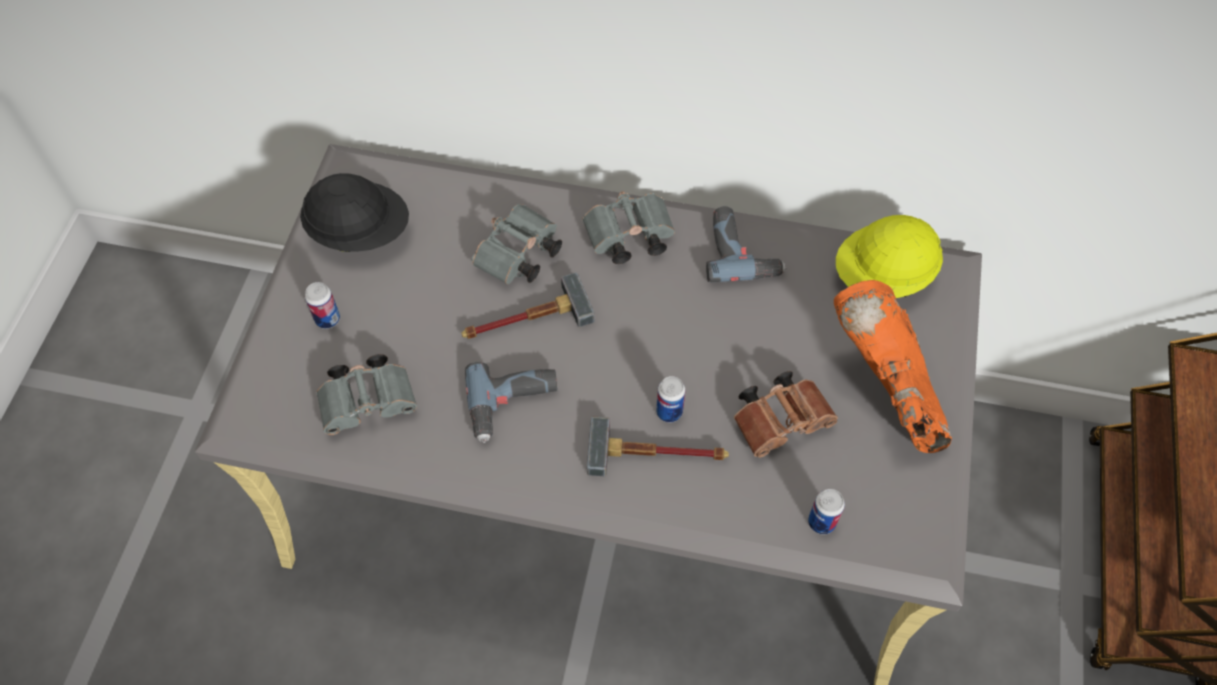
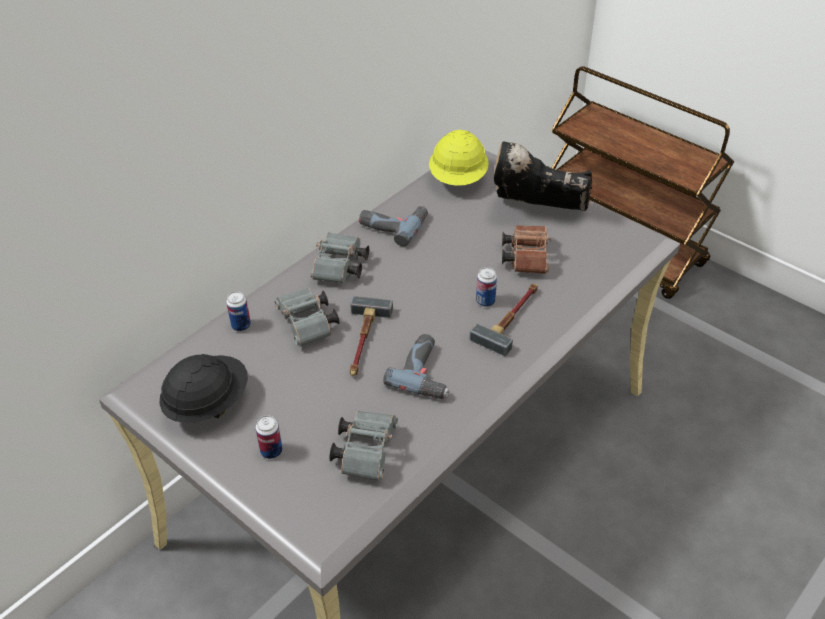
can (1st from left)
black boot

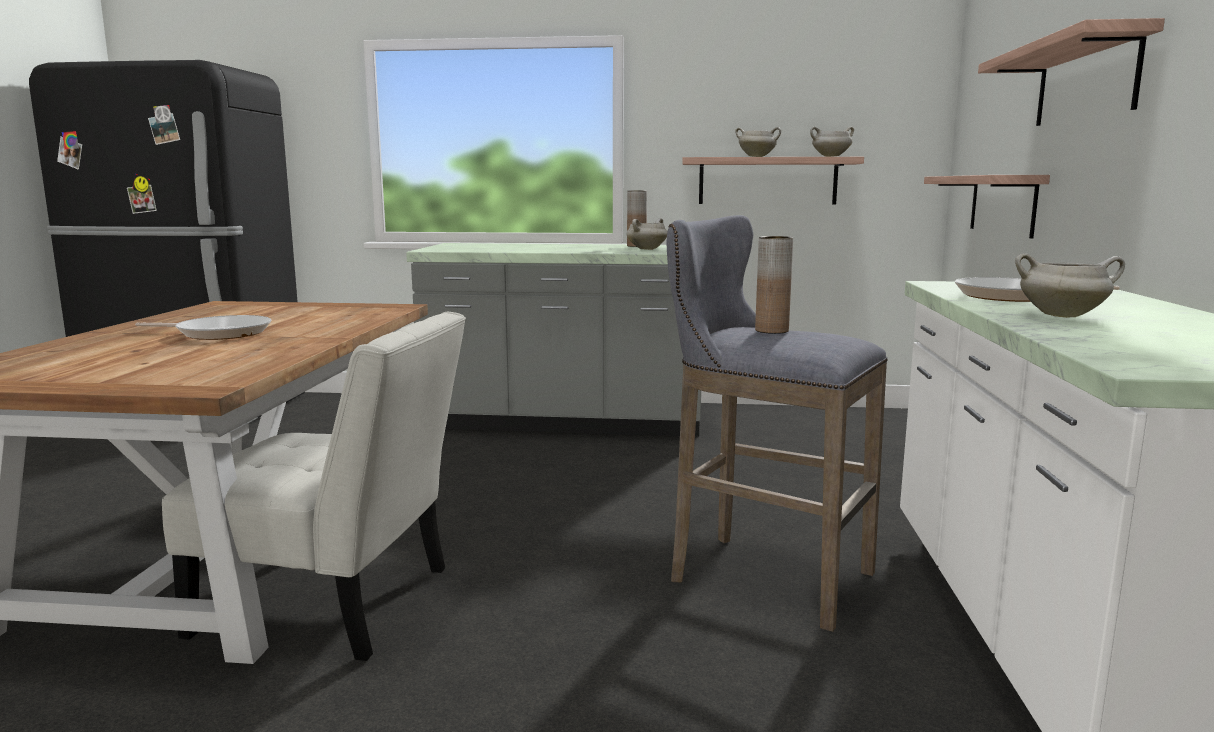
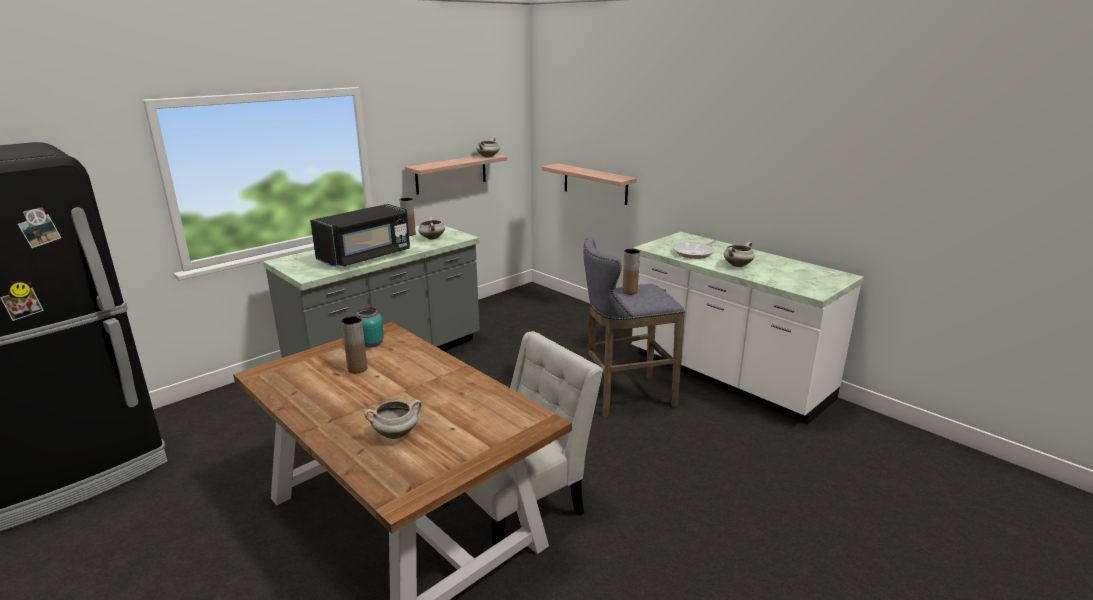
frying pan (1st from left in the first image)
shelf (3rd from left in the first image)
black microwave
brown vase (1st from left)
turquoise jar
white cooking pot (1st from left)

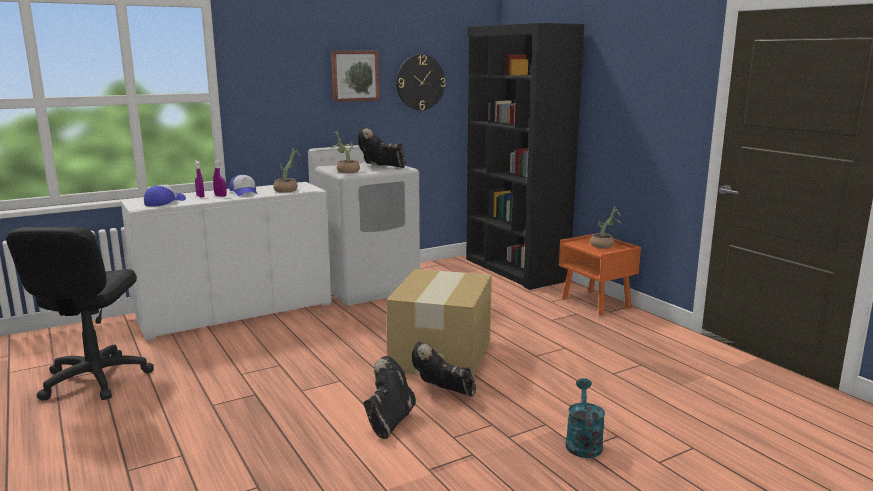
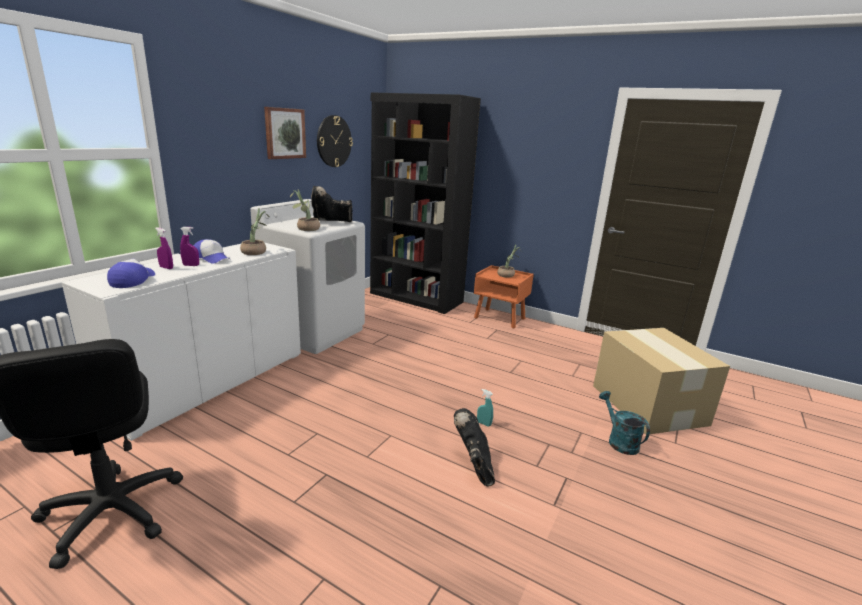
cardboard box
turquoise spray bottle

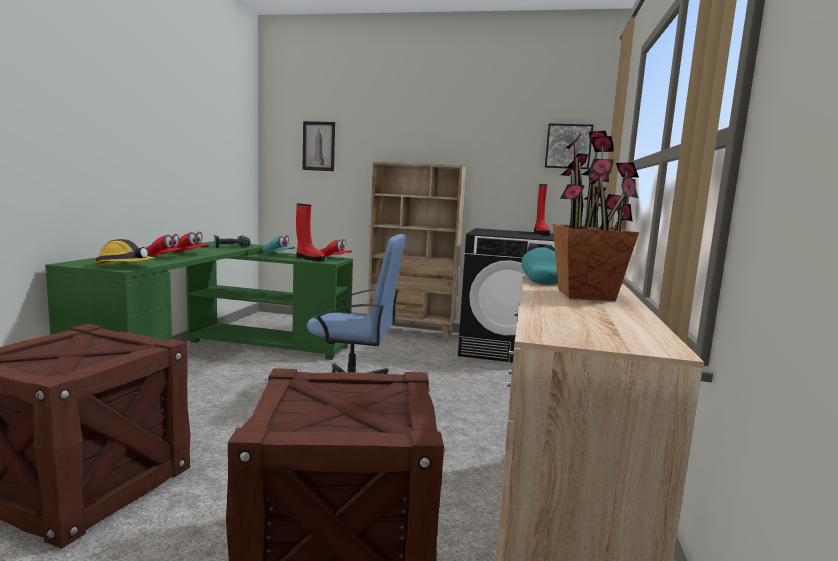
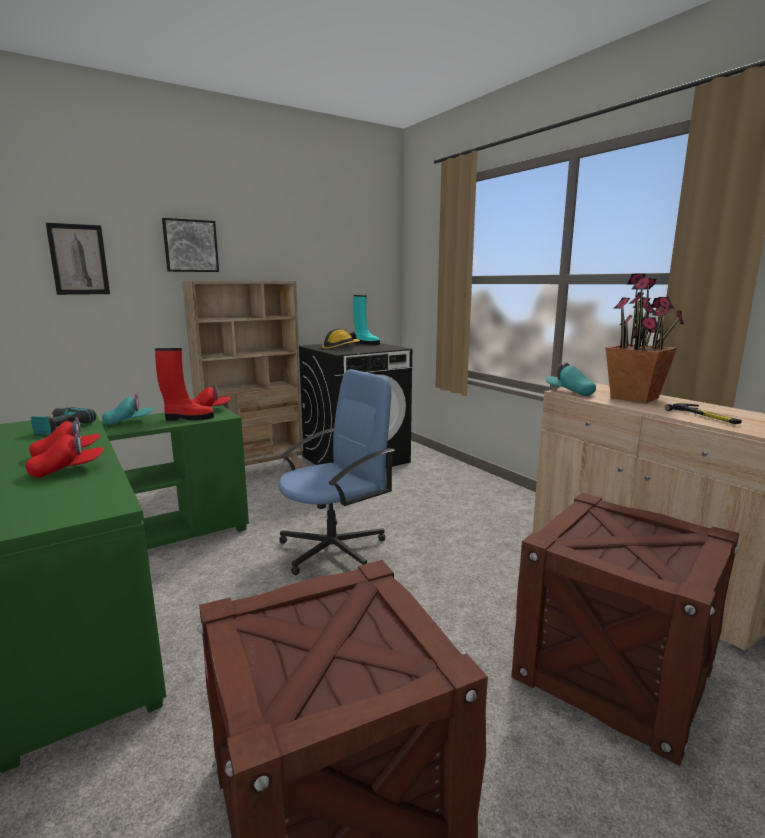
hammer
hard hat
picture (2nd from left)
turquoise boot

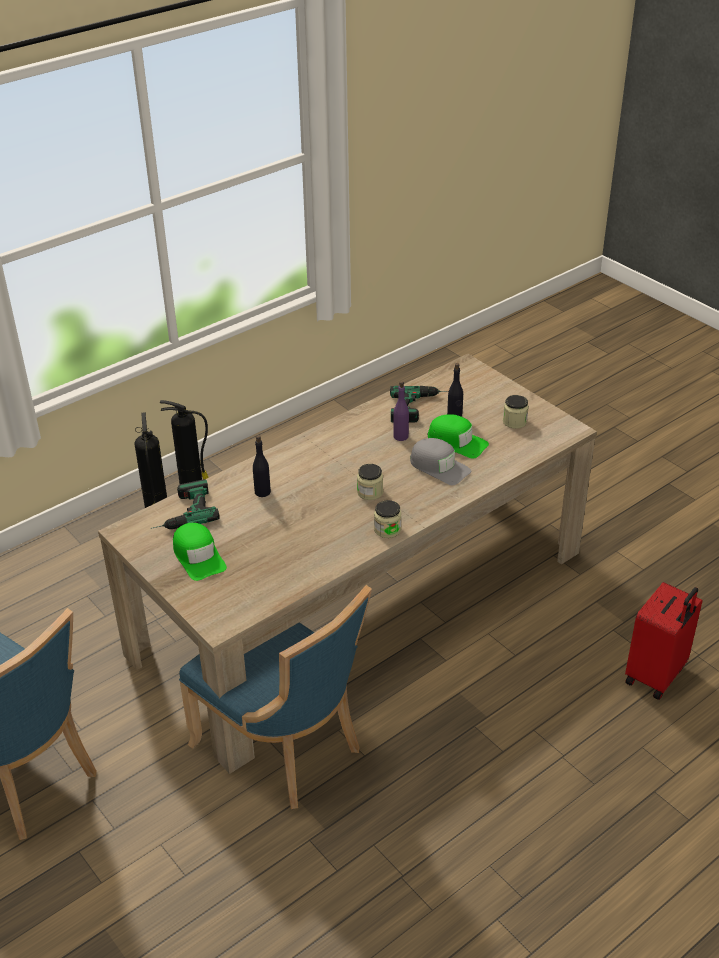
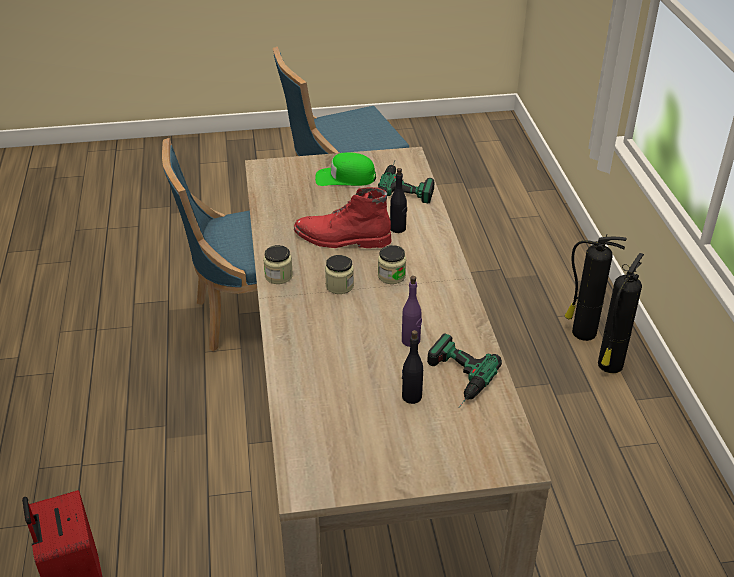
grey cap
green cap (2nd from left in the first image)
red boot
jar (3rd from left)

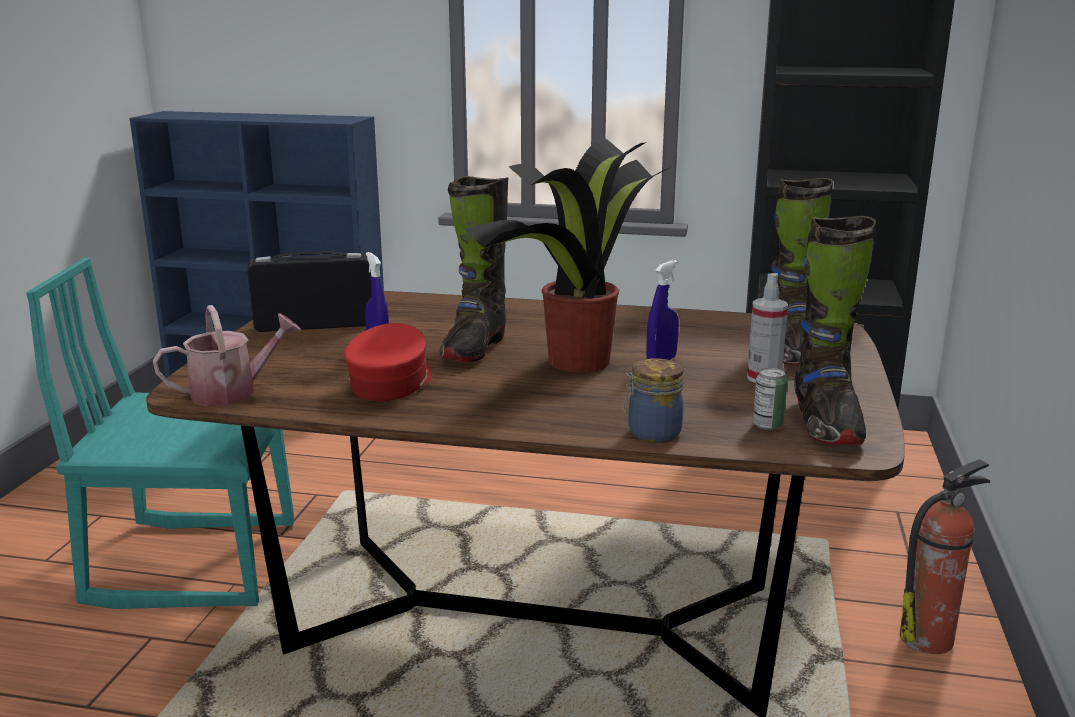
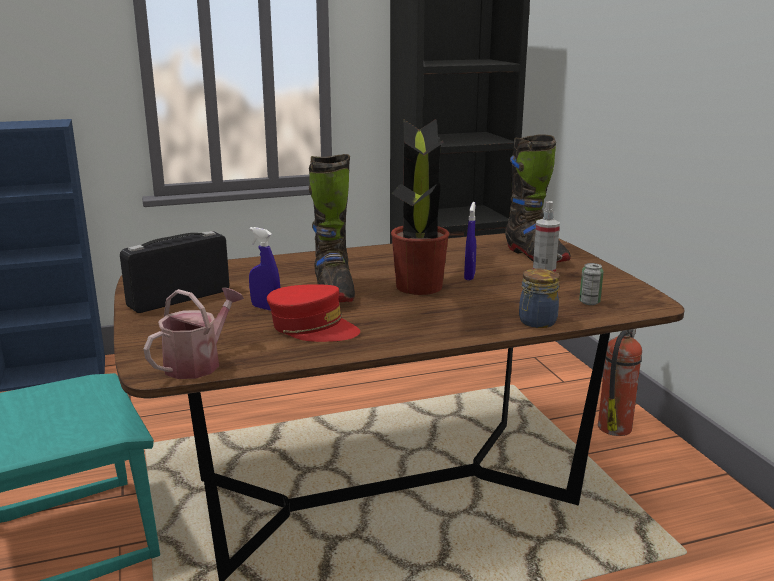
black boot (3rd from left in the first image)
red cap

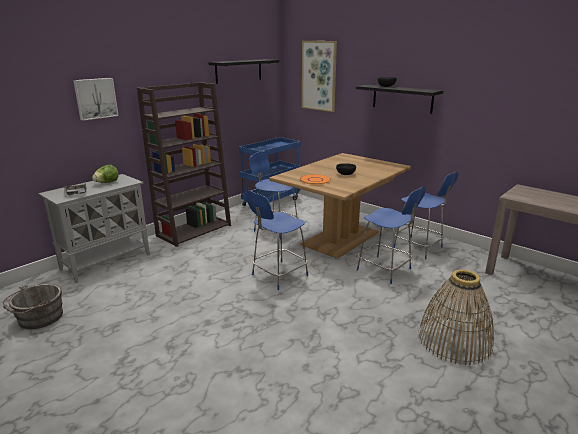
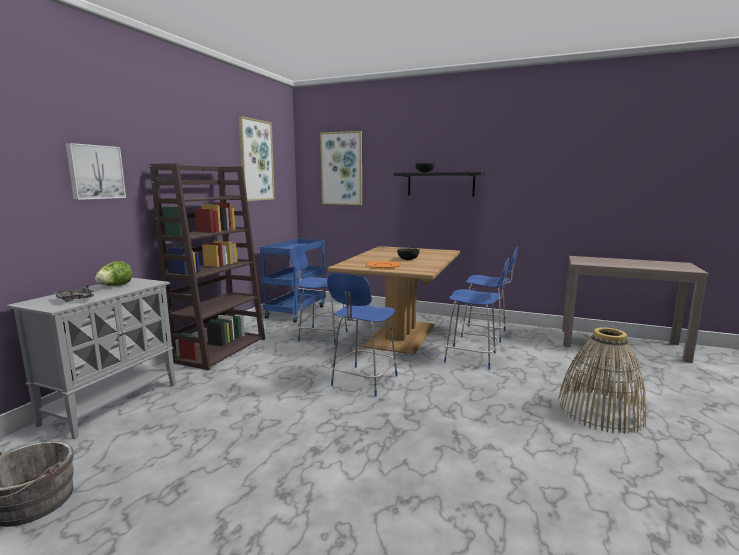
picture (2nd from left)

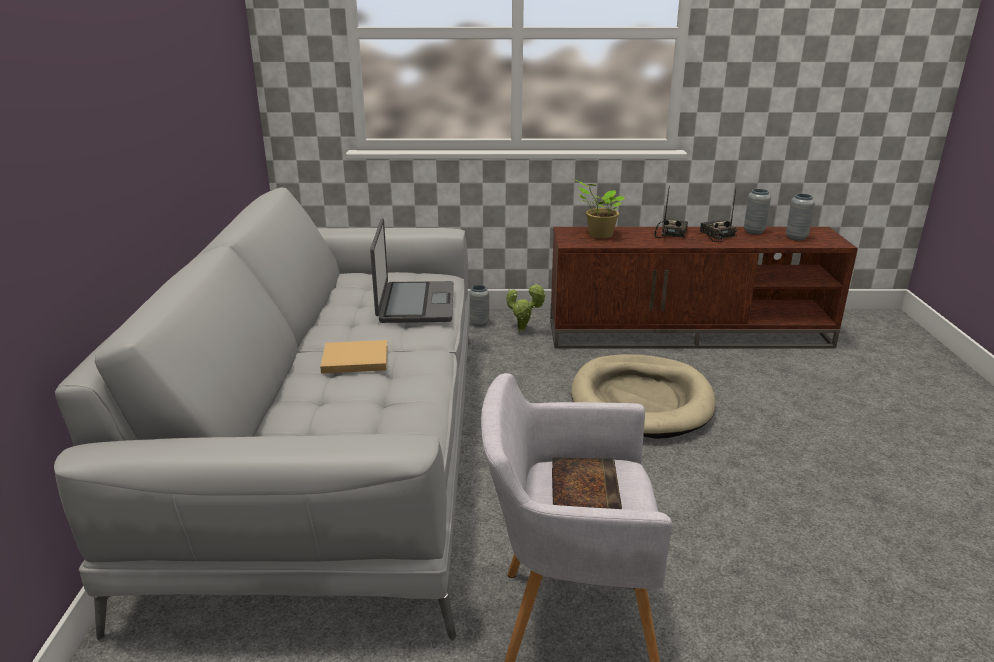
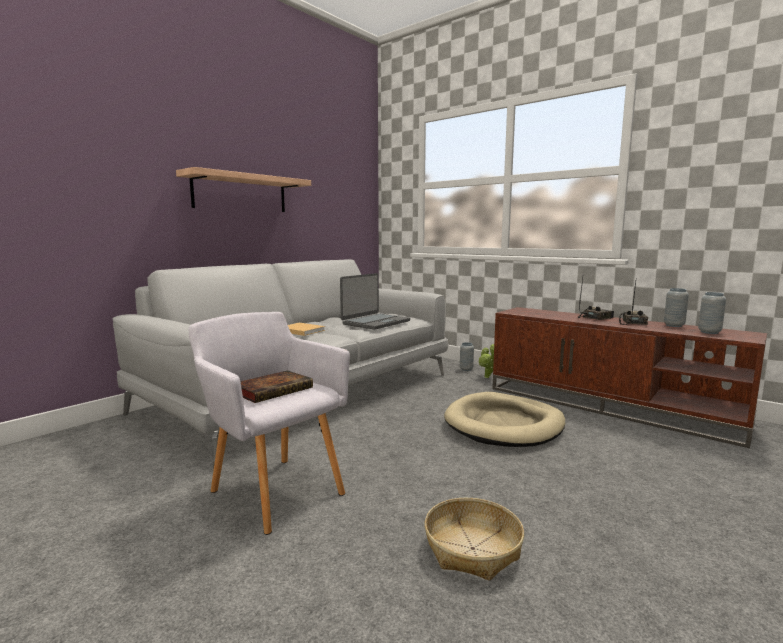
potted plant (2nd from left in the first image)
shelf
basket

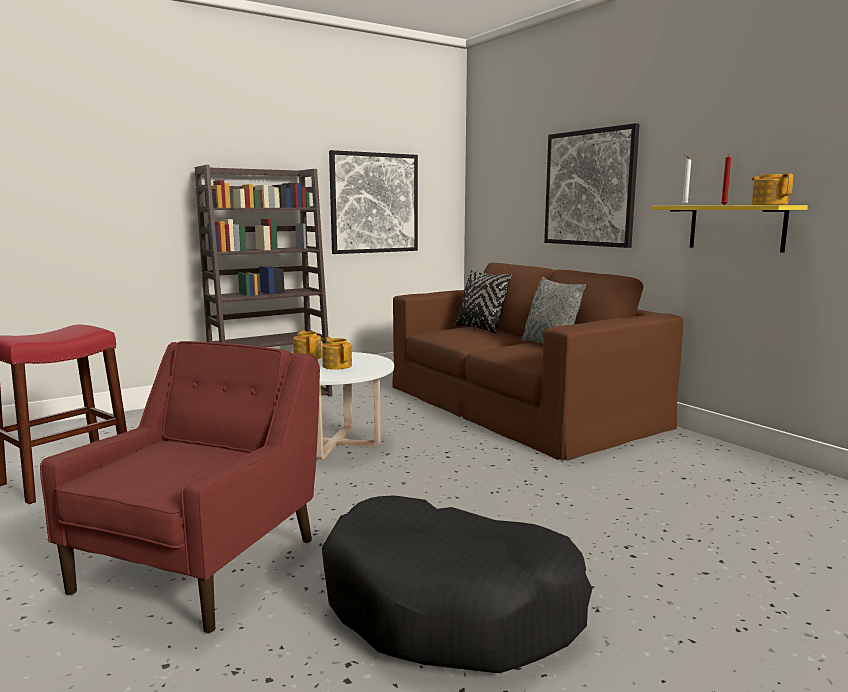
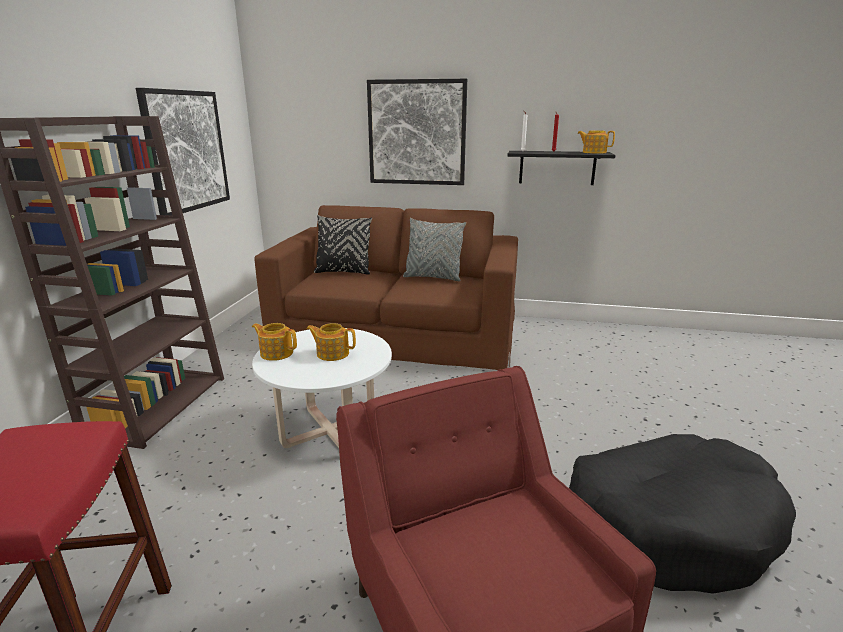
black shelf

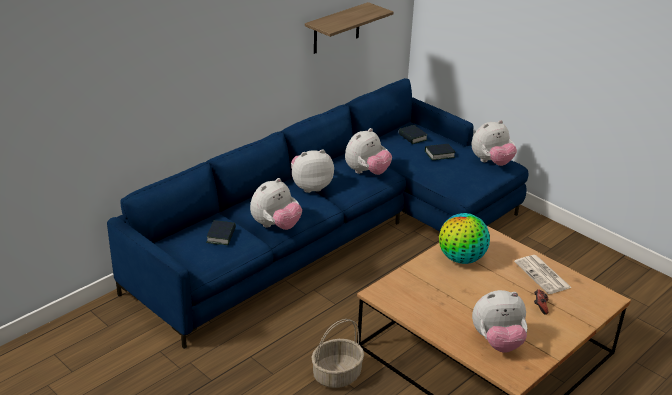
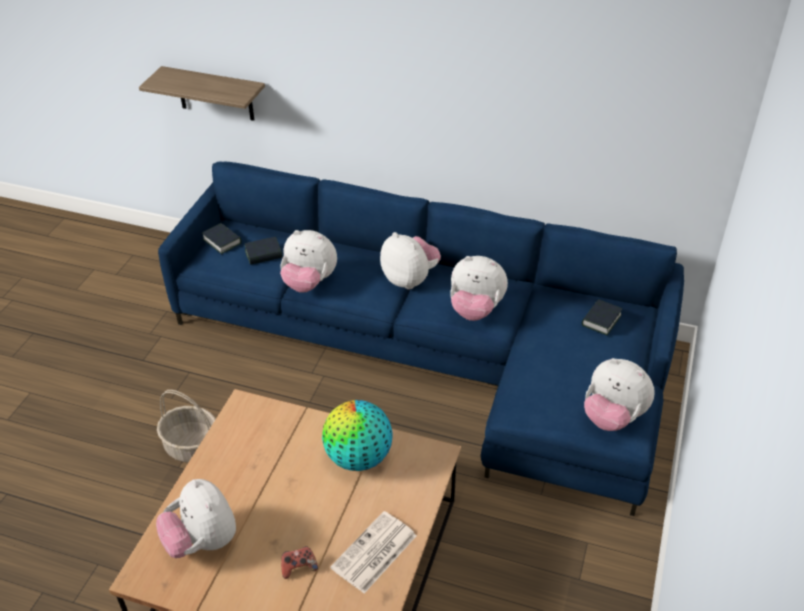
shelf
book (1st from left)

